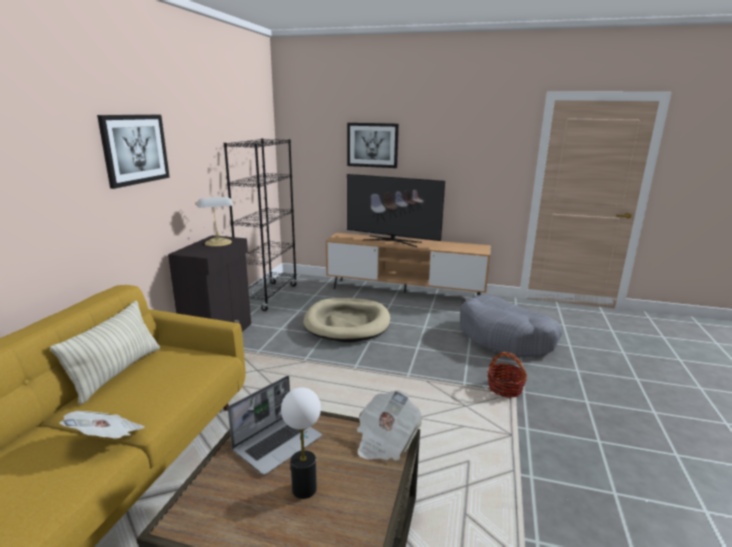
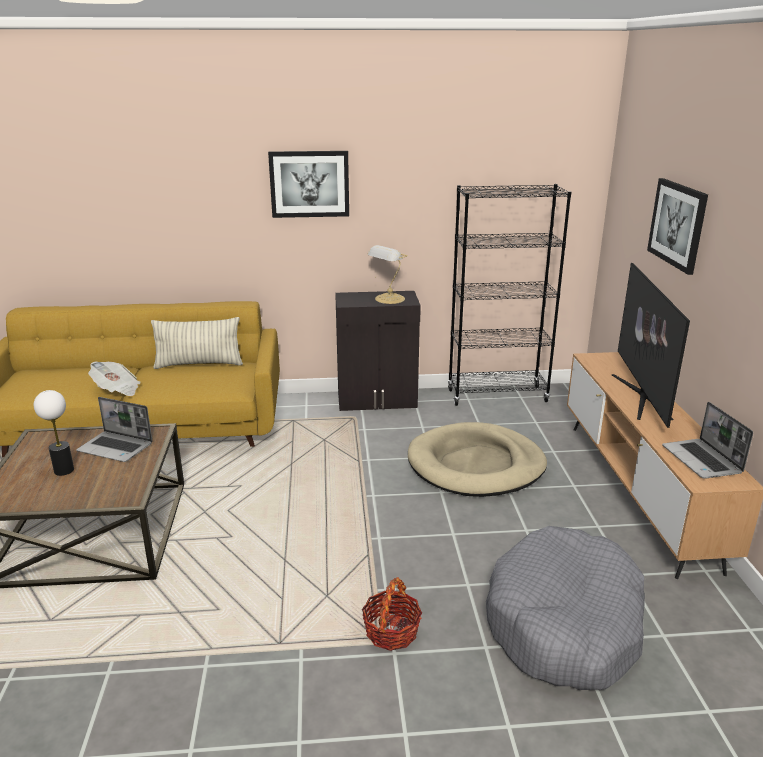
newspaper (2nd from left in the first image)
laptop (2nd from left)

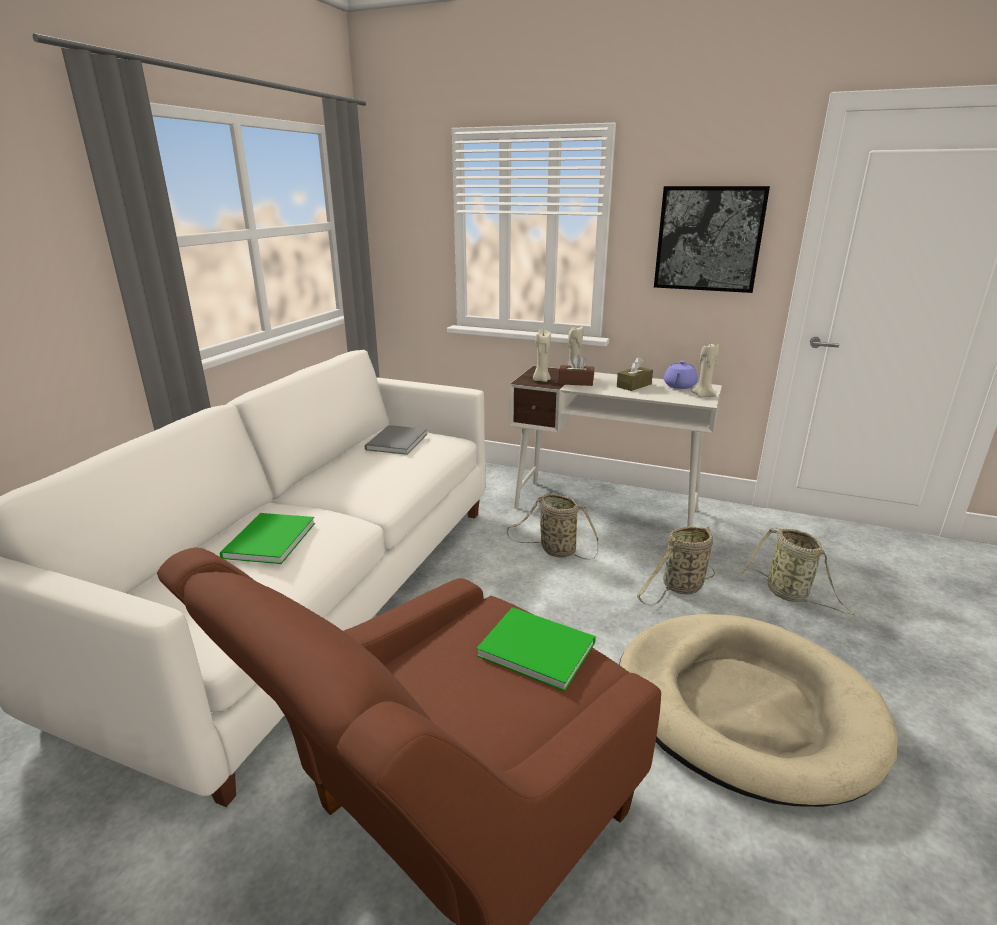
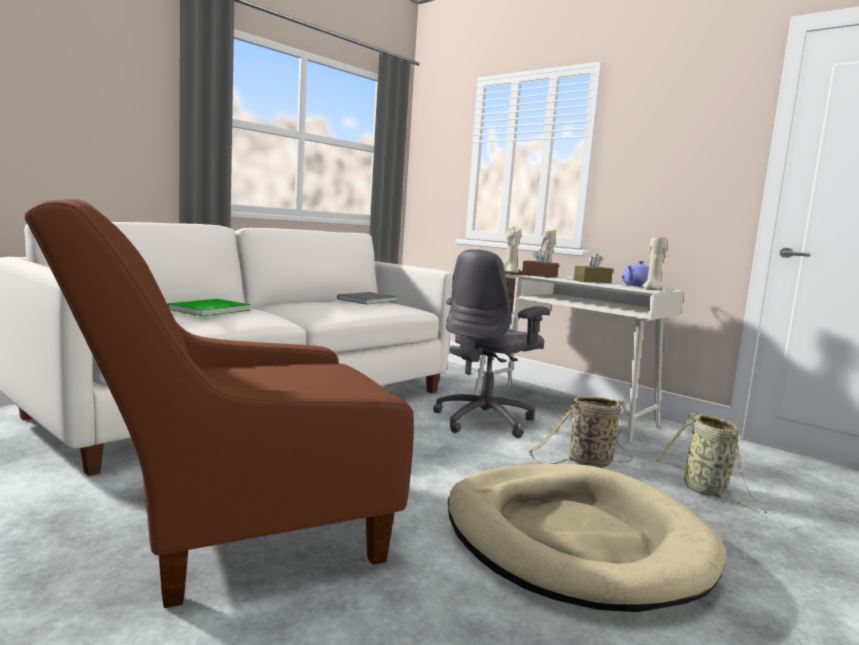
green book (2nd from left in the first image)
picture
grey office chair

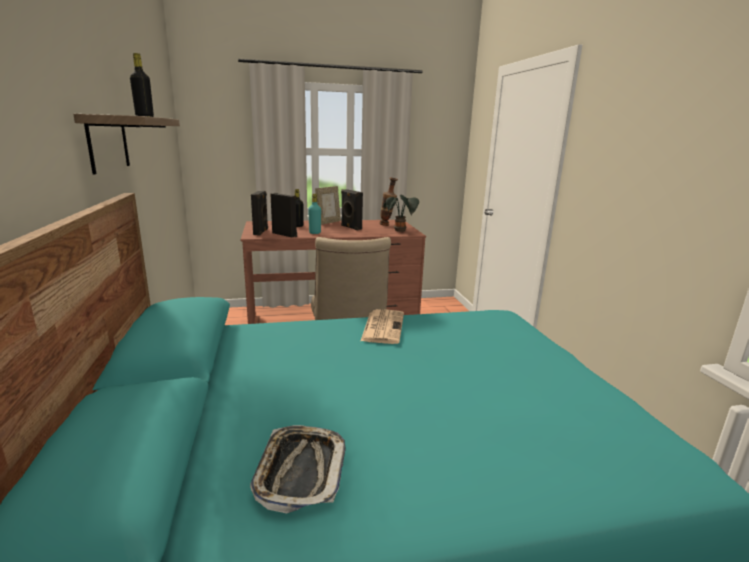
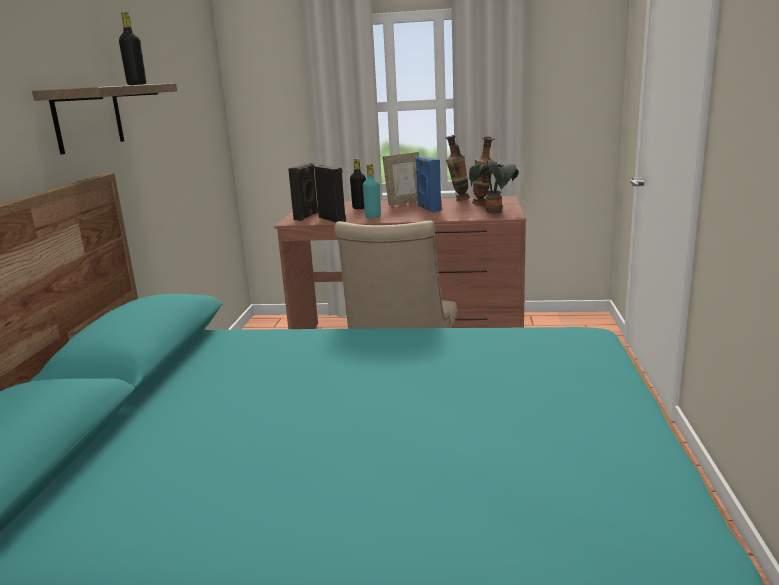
tray
newspaper
vase (1st from left)
blue speaker

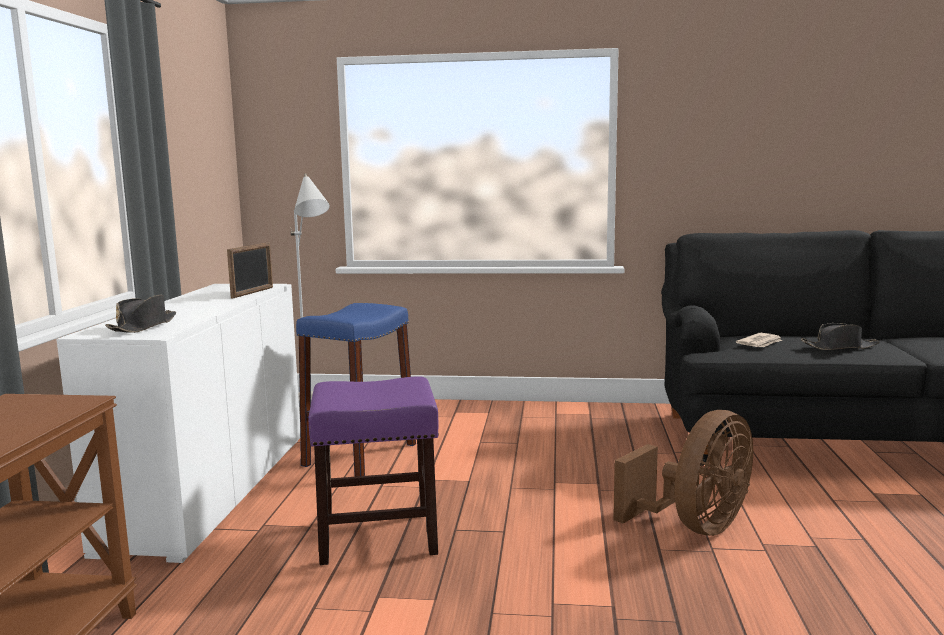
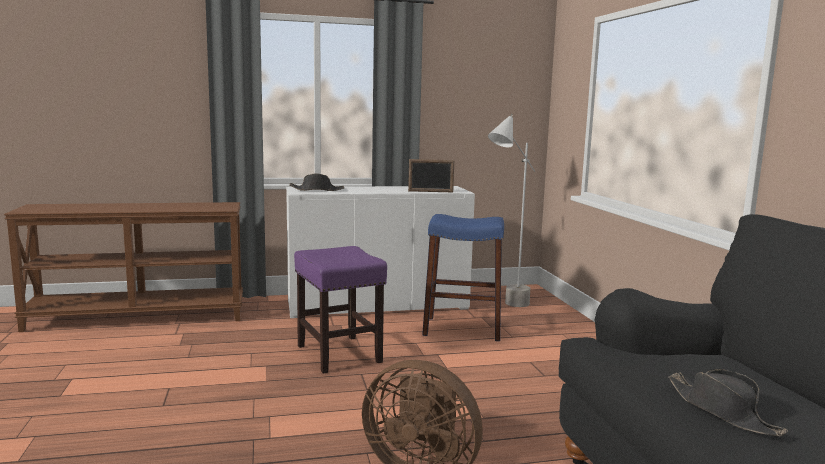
newspaper

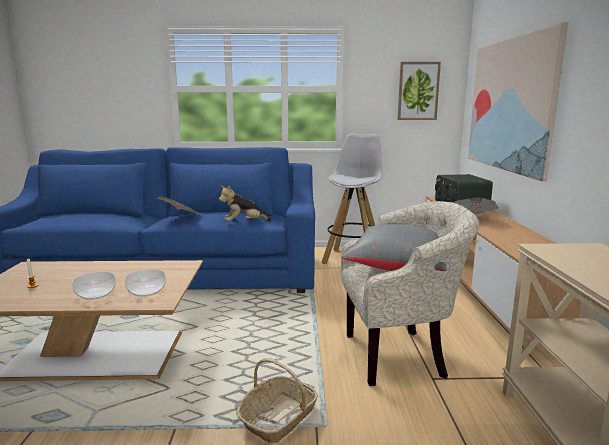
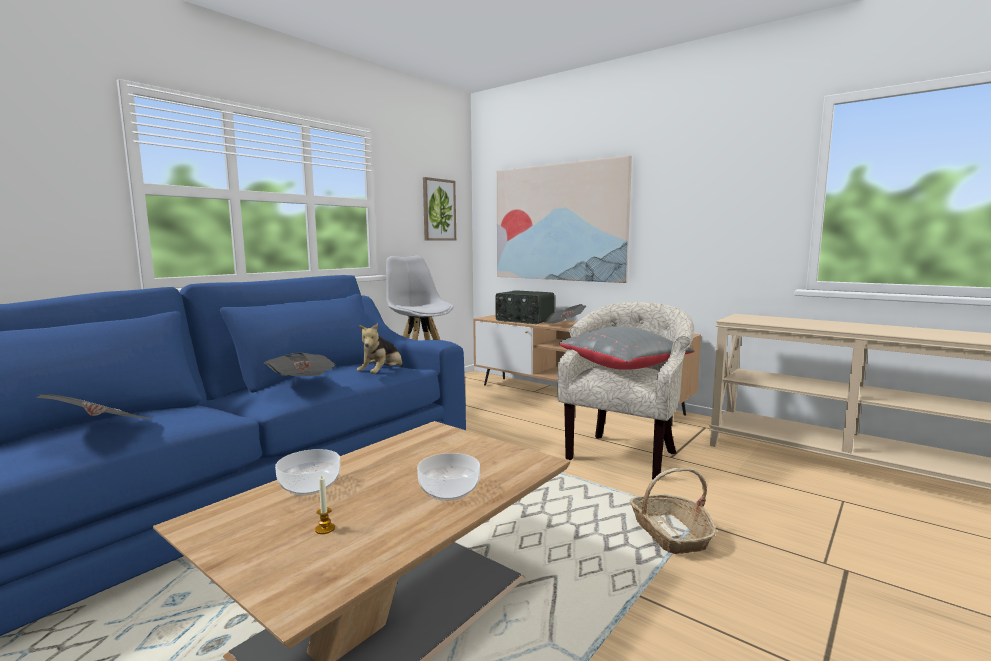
newspaper (1st from left)
bowl (1st from left)

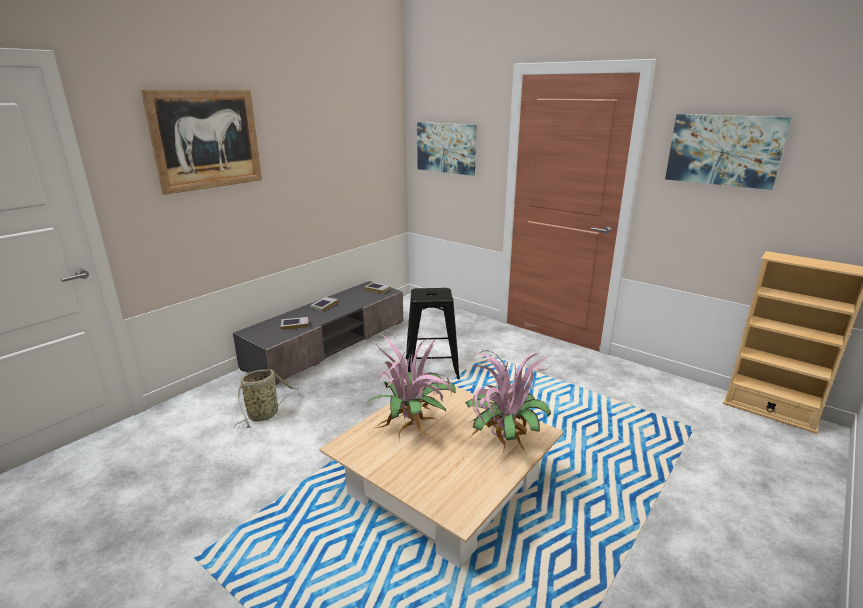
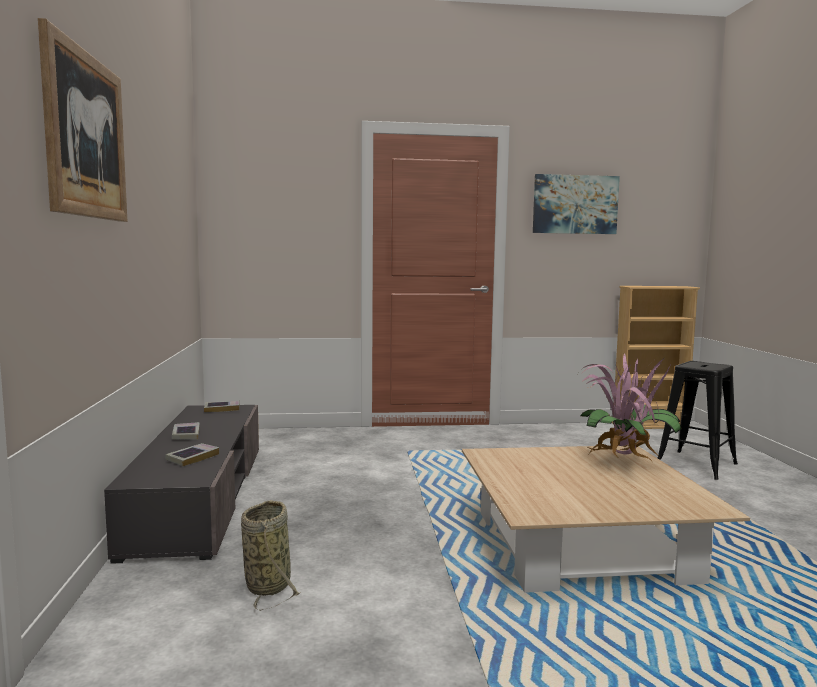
potted plant (1st from left in the first image)
picture (2nd from left in the first image)
black stool

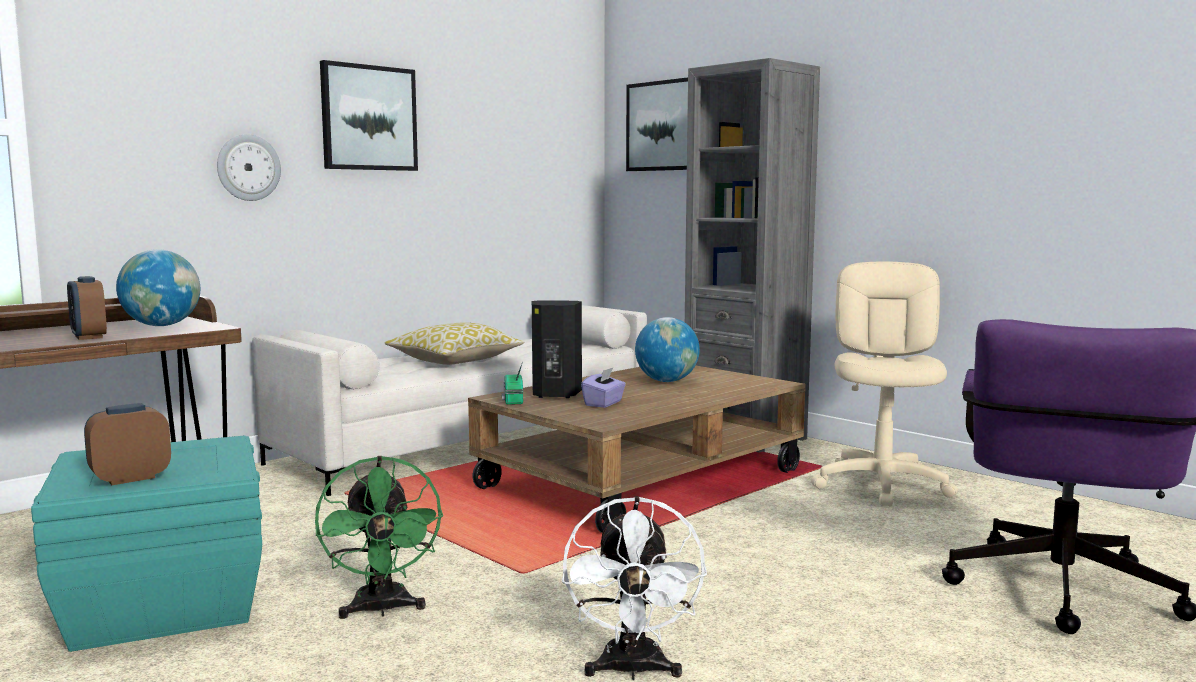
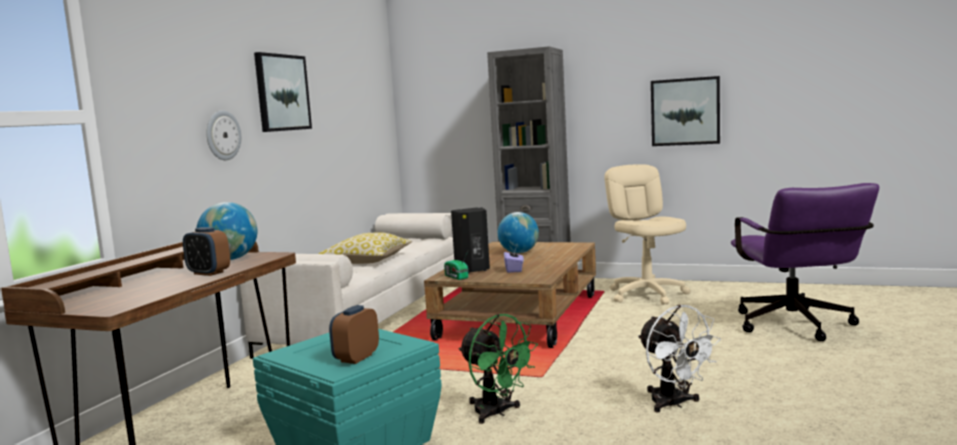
picture (2nd from left)

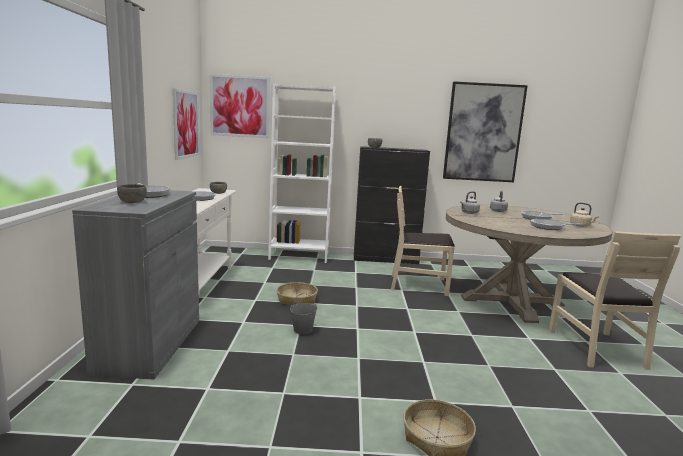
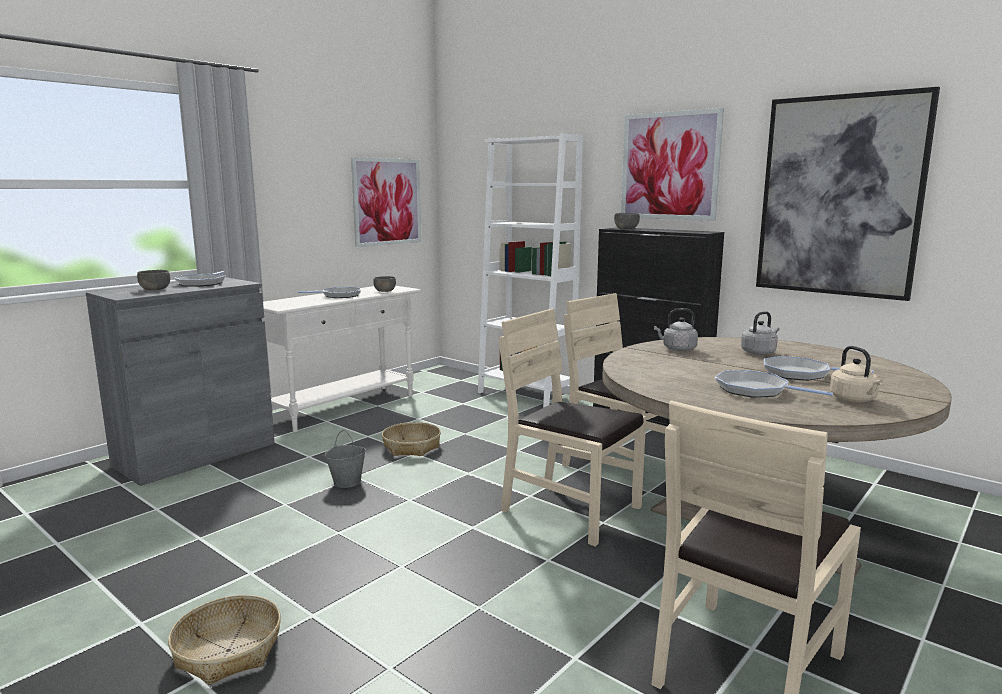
beige chair (1st from left)
picture (2nd from left)

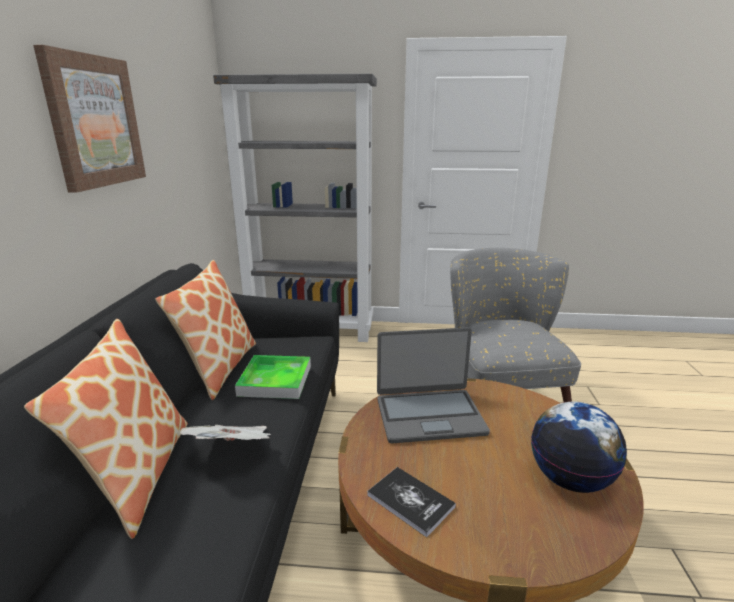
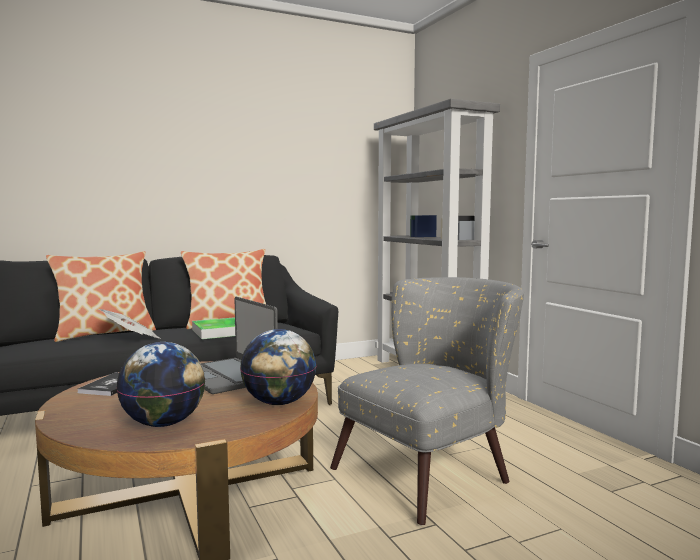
picture
globe (2nd from left)

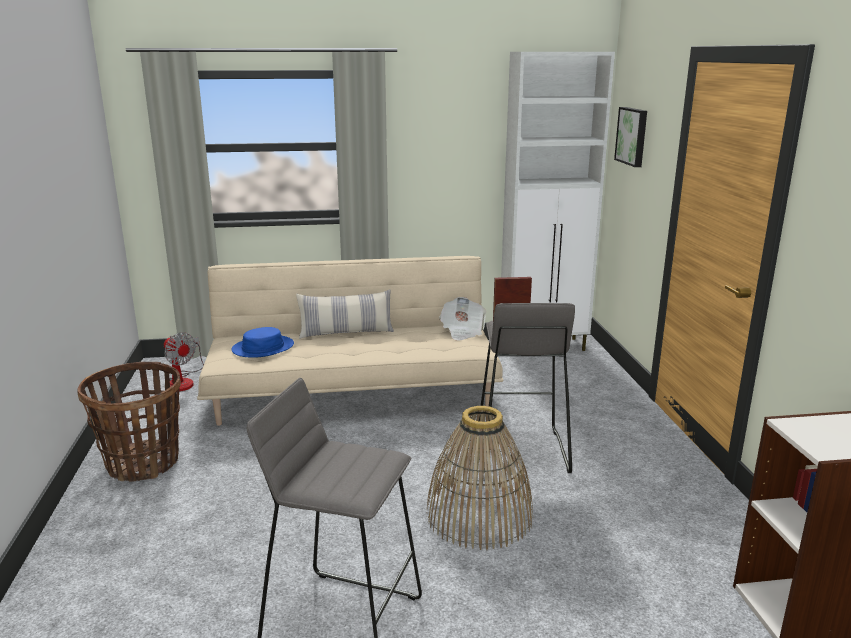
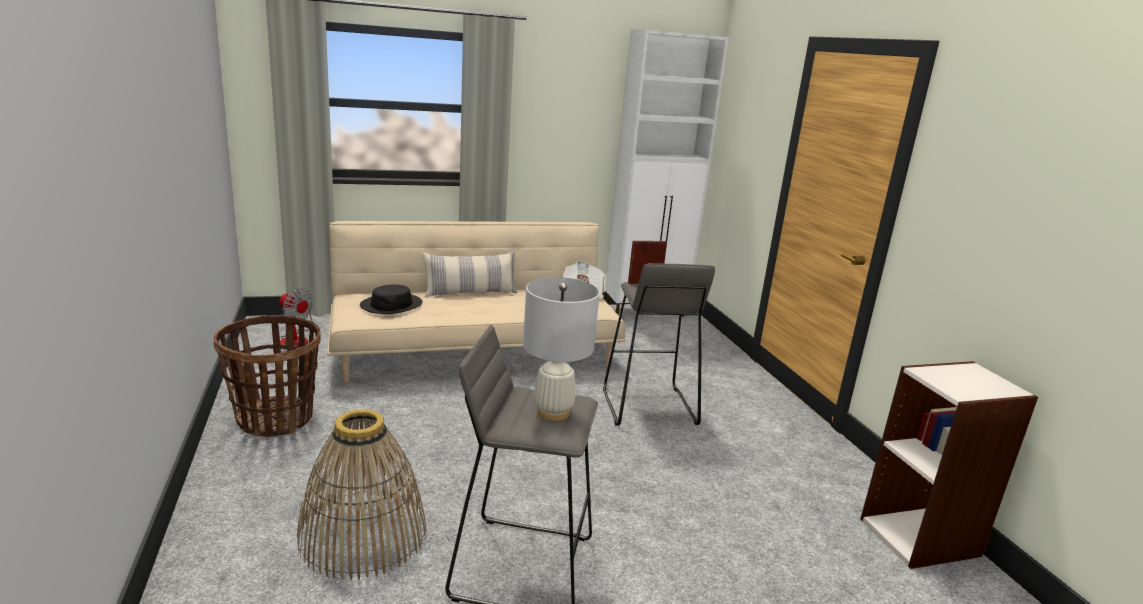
picture
white table lamp
basket (2nd from left)
black hat

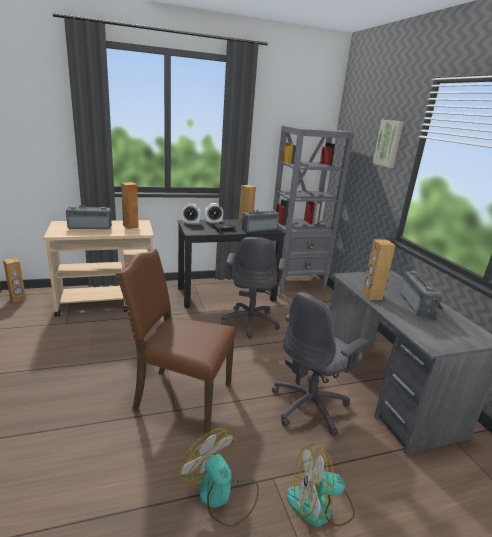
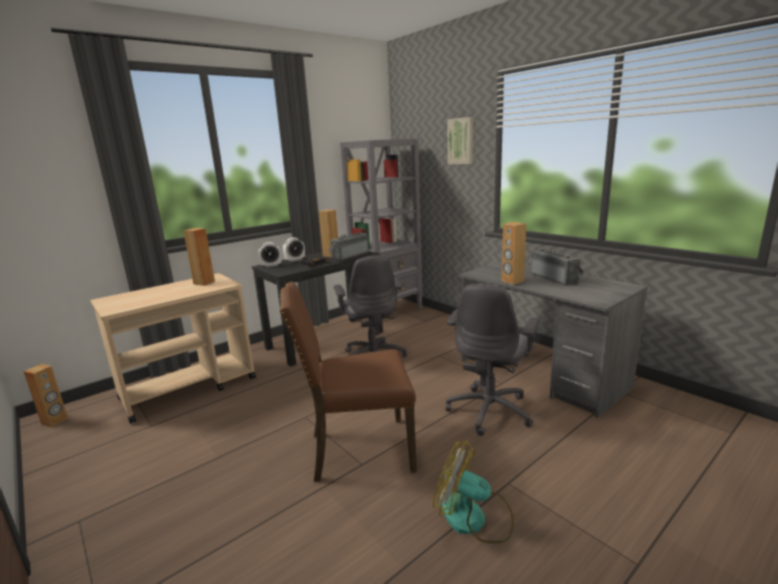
radio (1st from left in the first image)
fan (2nd from left in the first image)

